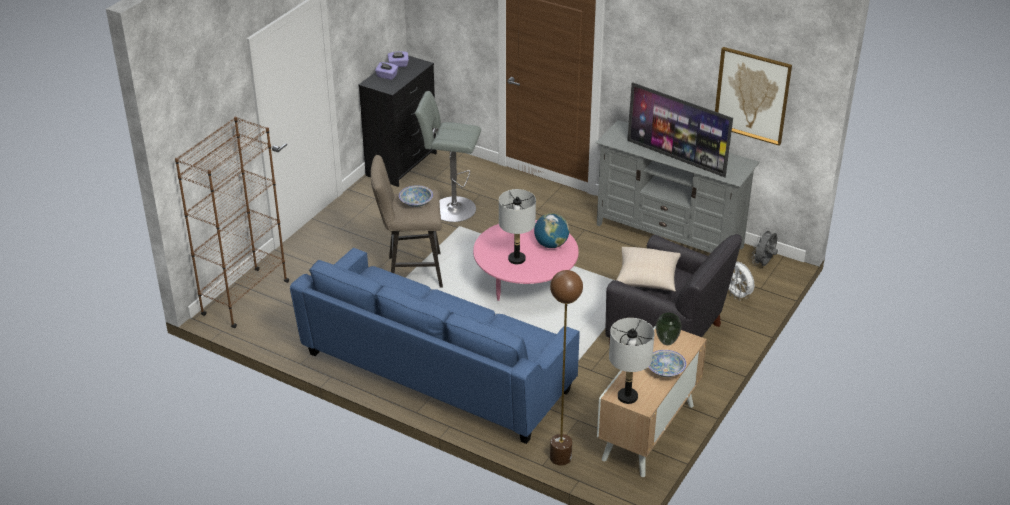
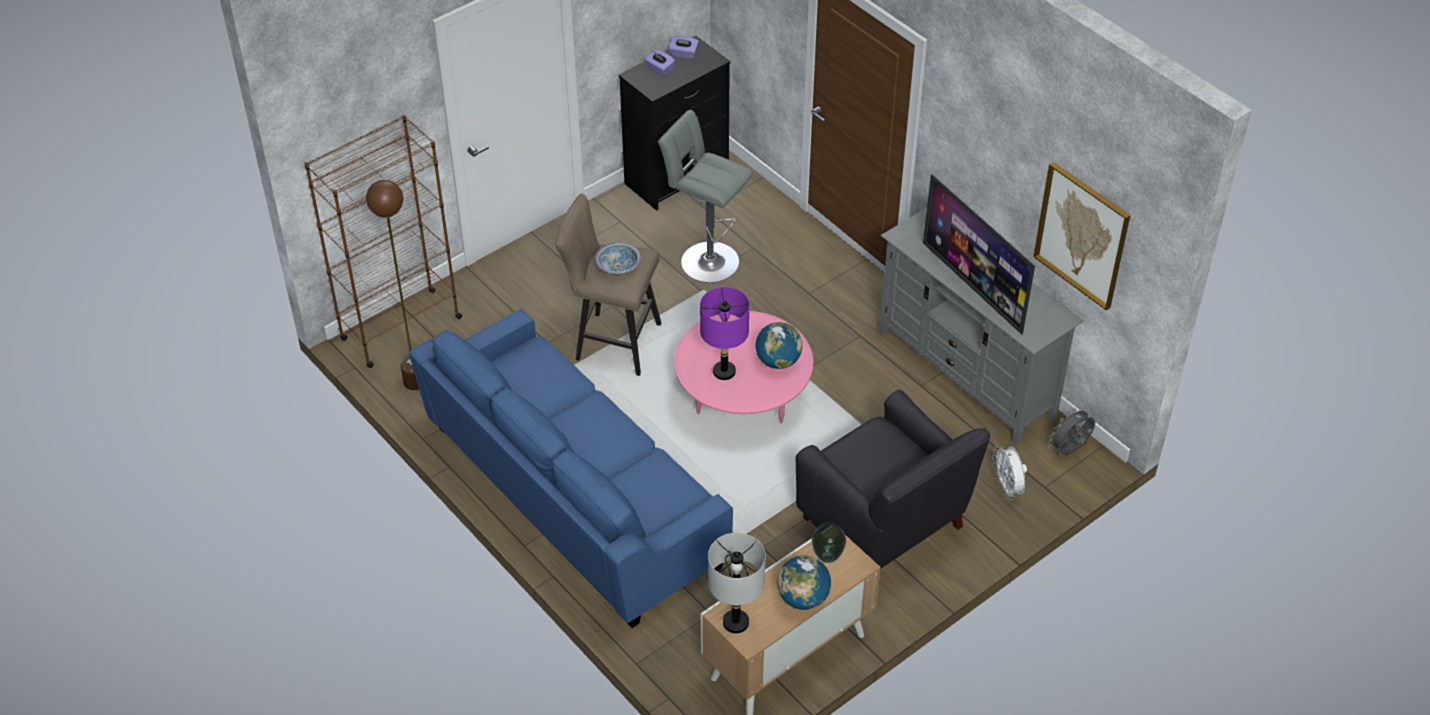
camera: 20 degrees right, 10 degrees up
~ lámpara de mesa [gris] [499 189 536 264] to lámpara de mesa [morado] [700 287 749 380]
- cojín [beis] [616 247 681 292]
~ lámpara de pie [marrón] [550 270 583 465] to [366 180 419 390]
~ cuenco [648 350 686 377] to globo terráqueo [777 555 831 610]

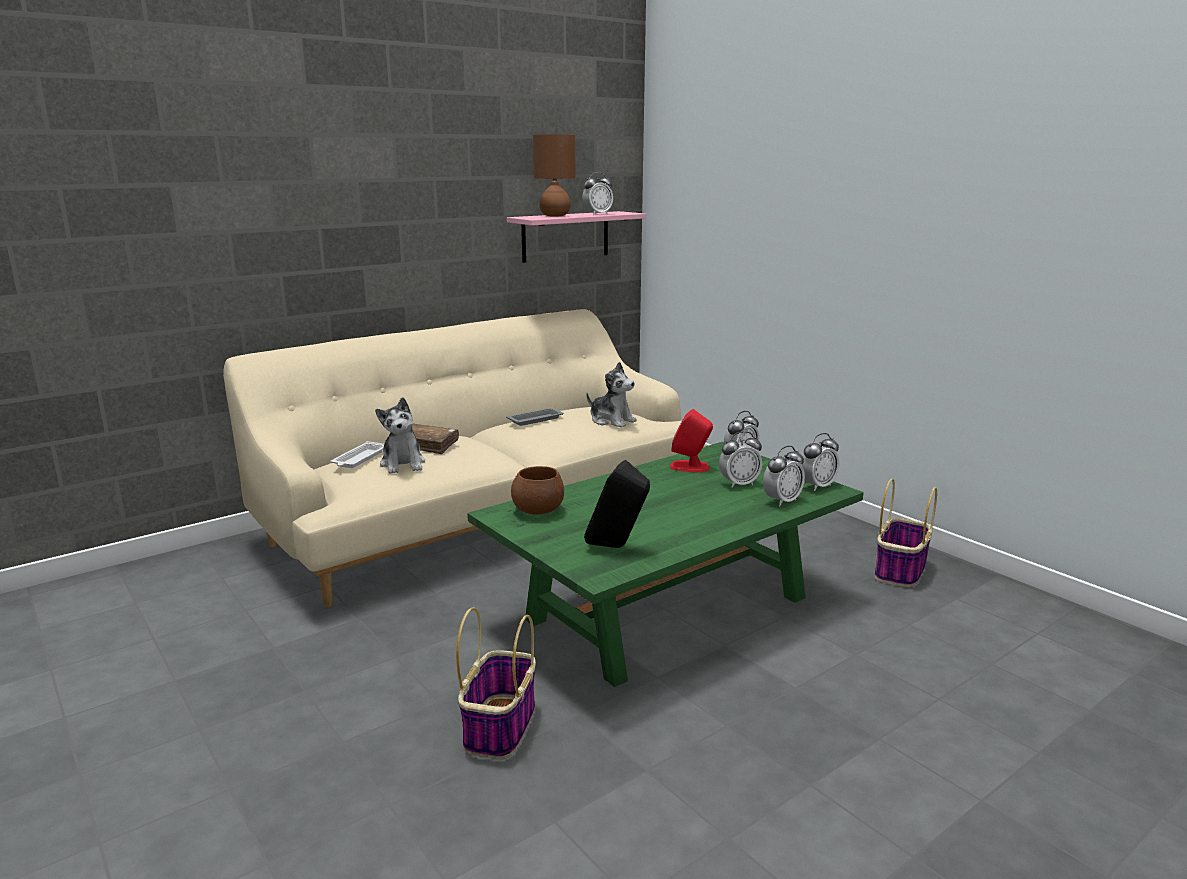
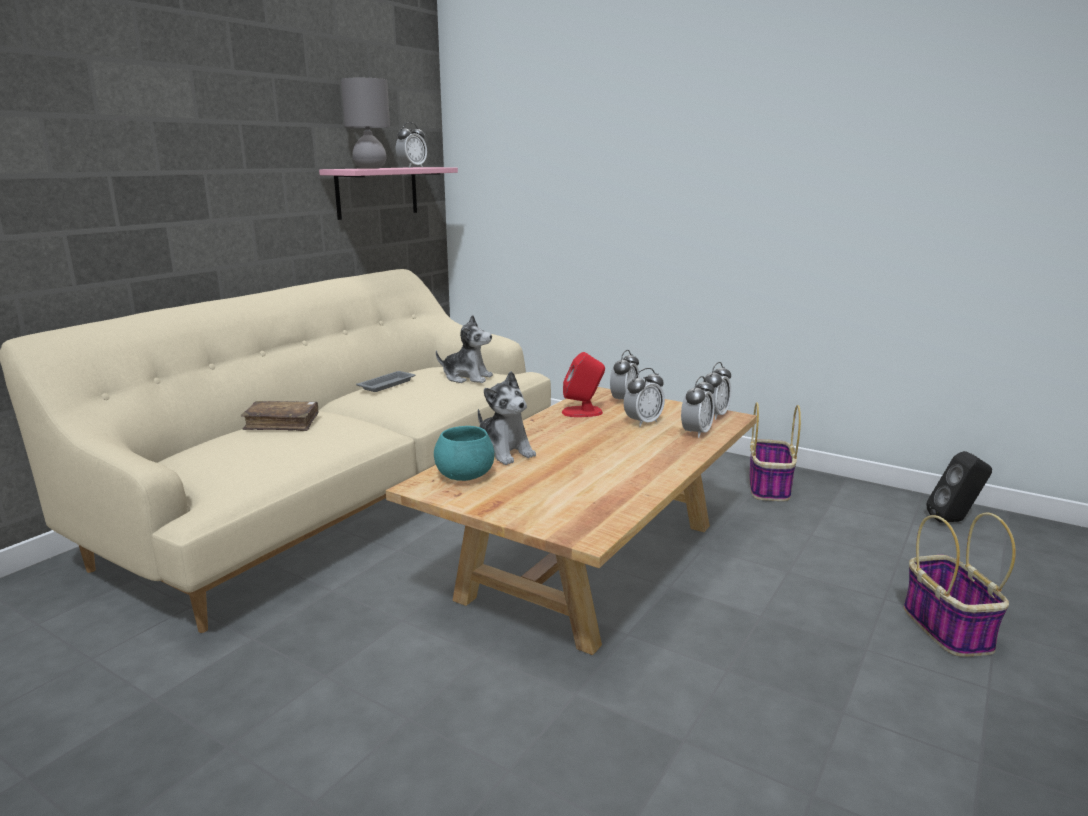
camera: 20 degrees left, 0 degrees up
~ lámpara de mesa [marrón] [533 134 575 216] to lámpara de mesa [gris] [341 78 390 169]
~ peluche [375 397 425 474] to [478 371 536 465]
- bandeja [blanco] [331 441 384 468]
~ mesa de centro [verde] [467 442 864 687] to mesa de centro [beis] [386 387 757 655]
~ altavoz [negro] [584 460 650 548] to [926 451 992 523]
~ cuenco [marrón] [511 466 564 515] to cuenco [turquesa] [434 426 494 481]
~ cesta [456 607 536 759] to [904 513 1016 657]

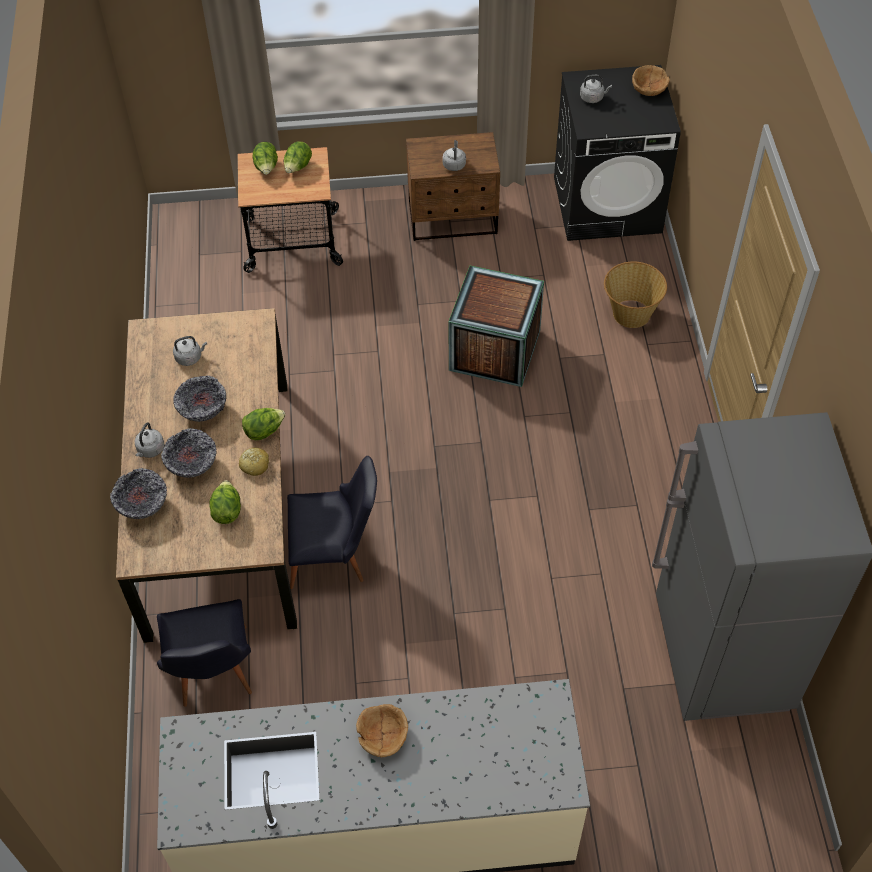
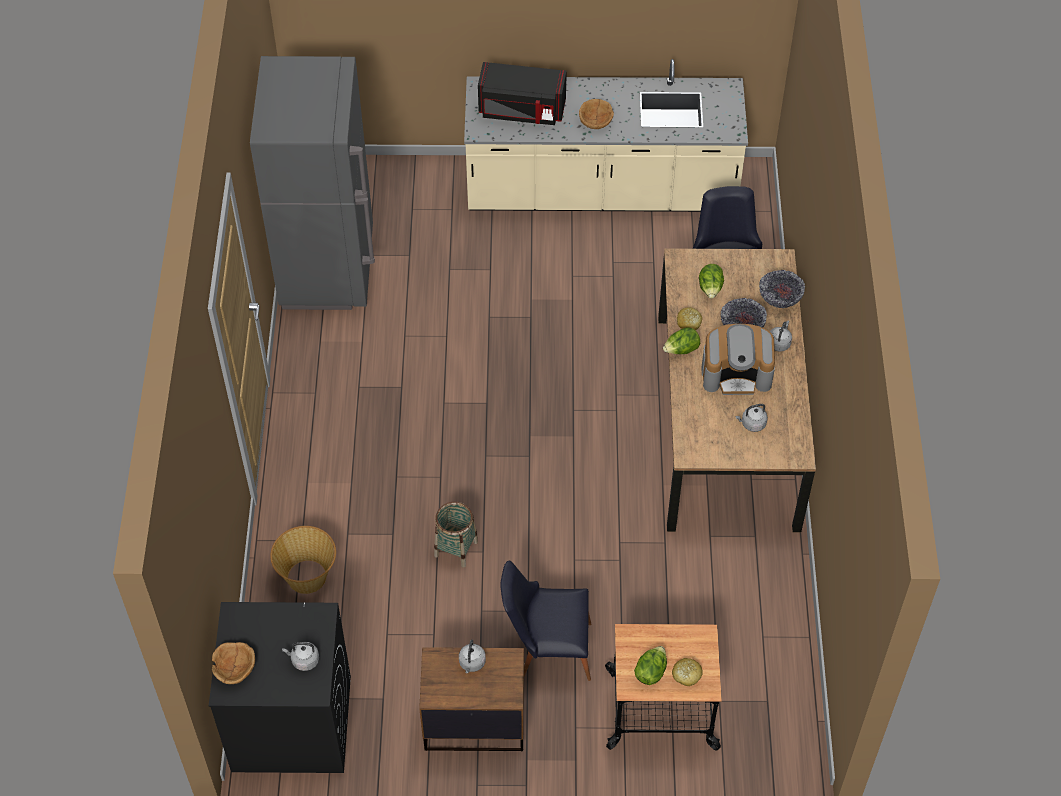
camera: 175 degrees left, 0 degrees up
~ lechuga [253 142 278 175] to pan [672 658 703 686]
~ caja de embalaje [448 266 544 387] to cesta [434 502 478 568]
~ cuenco [173 376 226 422] to cafetera [701 324 775 395]
~ silla [negro] [287 456 377 589] to [500 560 591 681]
+ microondas [negro] [478 62 567 125]

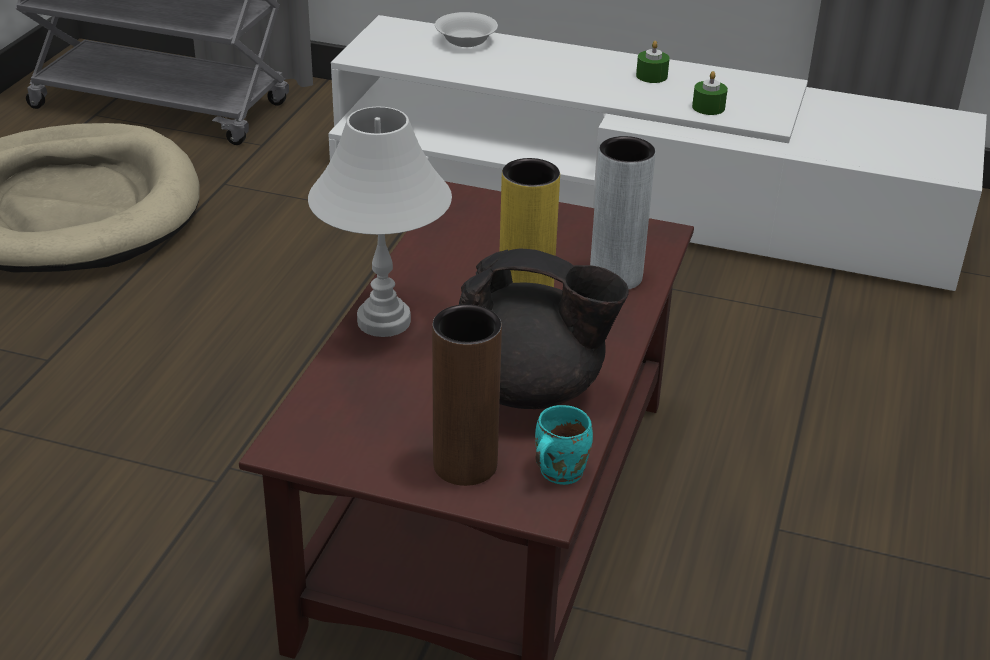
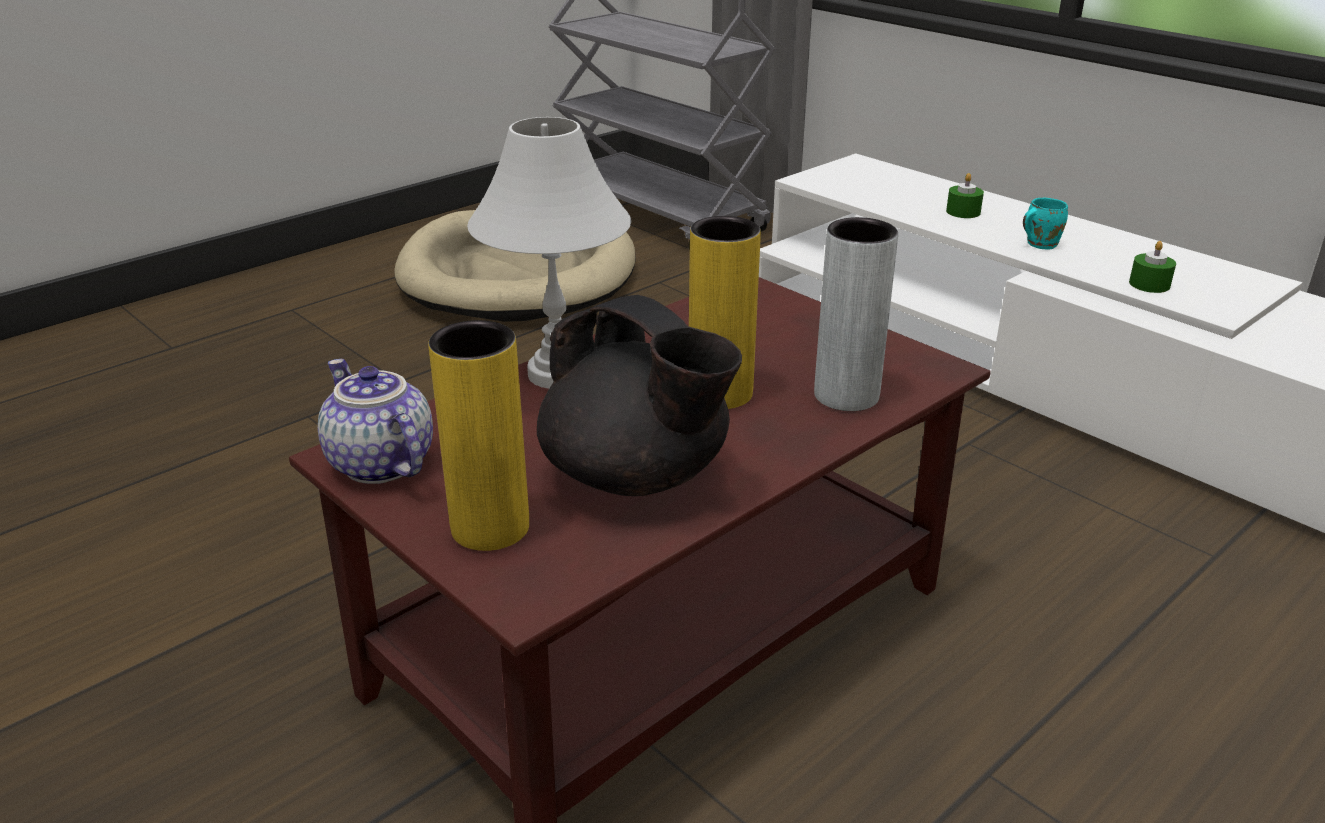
camera: 30 degrees right, 5 degrees down
- cuenco [blanco] [435 12 498 47]
~ vela [verde] [636 41 670 83] to [946 173 984 218]
~ florero [marrón] [432 304 502 486] to florero [amarillo] [428 320 529 551]
~ taza grande [turquesa] [535 405 593 485] to [1023 198 1068 250]
+ tetera [318 359 433 484]

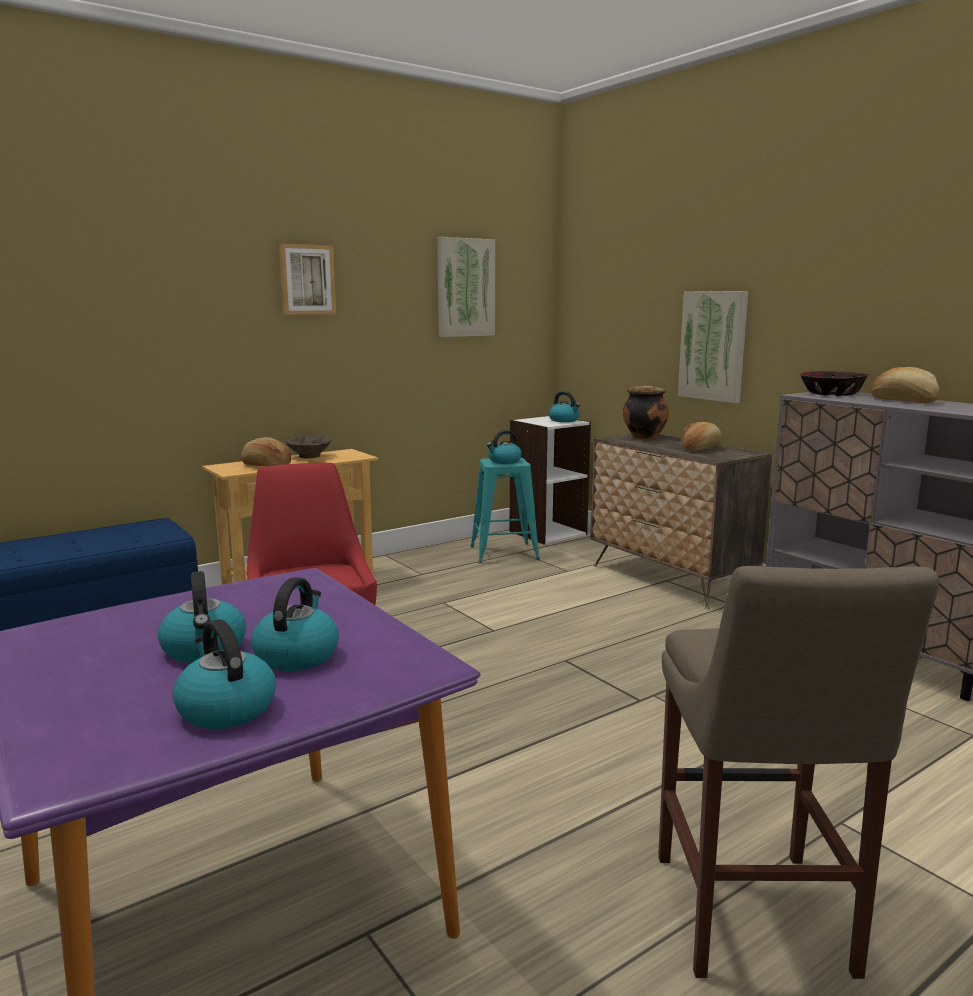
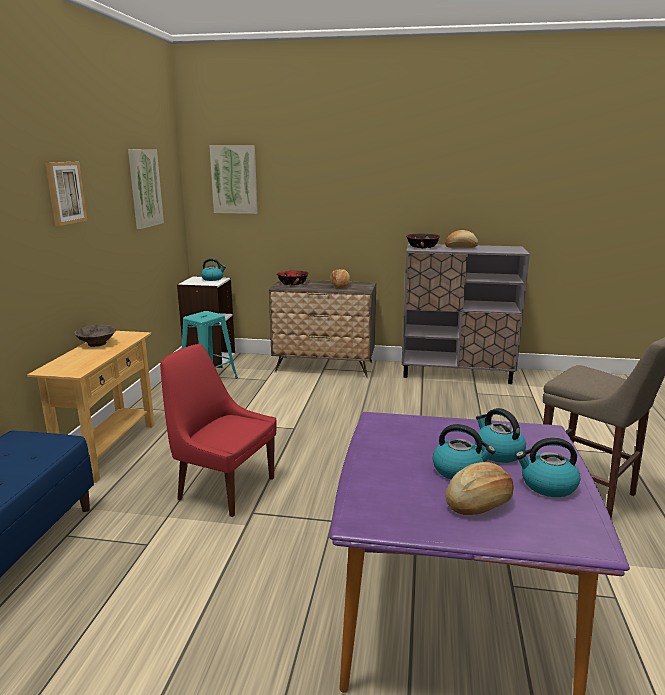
camera: 45 degrees left, 5 degrees up
~ cuadro [678 291 748 403] to [209 145 258 214]
~ olla [623 385 669 439] to cuenco [277 271 309 285]
- hervidor [486 430 522 464]
~ pan [241 437 291 466] to [446 462 514 515]

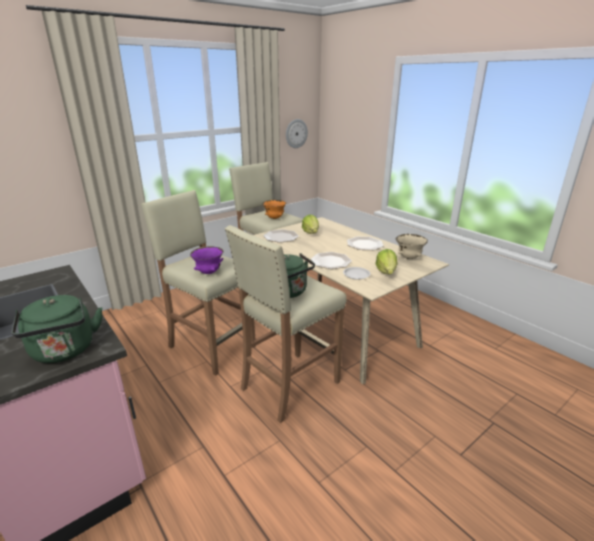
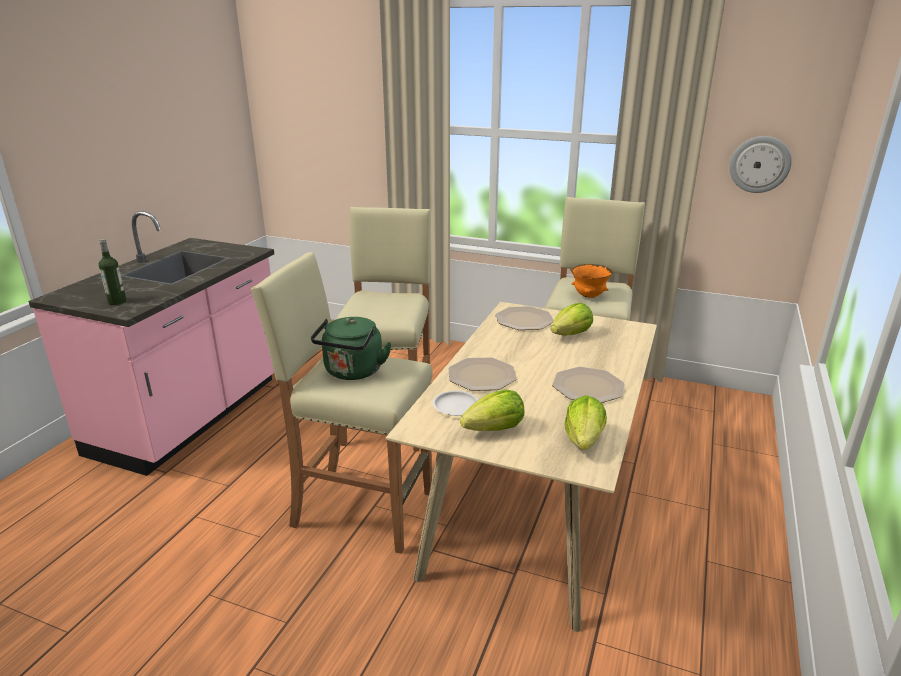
camera: 60 degrees right, 0 degrees up
~ cuenco [beis] [396 234 428 259] to lechuga [565 395 607 450]
- cuenco [morado] [190 246 224 274]
~ hervidor [verde] [12 295 102 363] to botella [99 239 126 305]

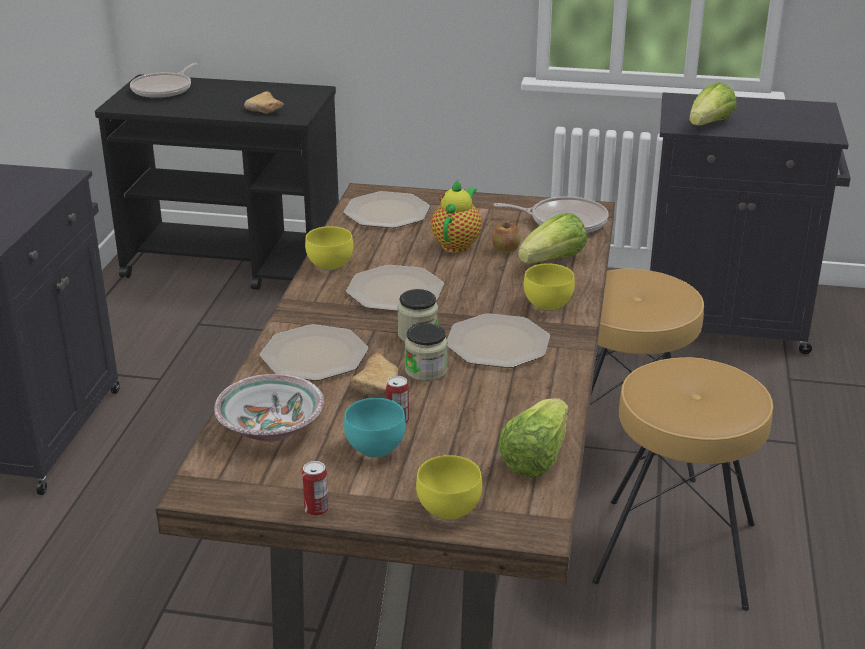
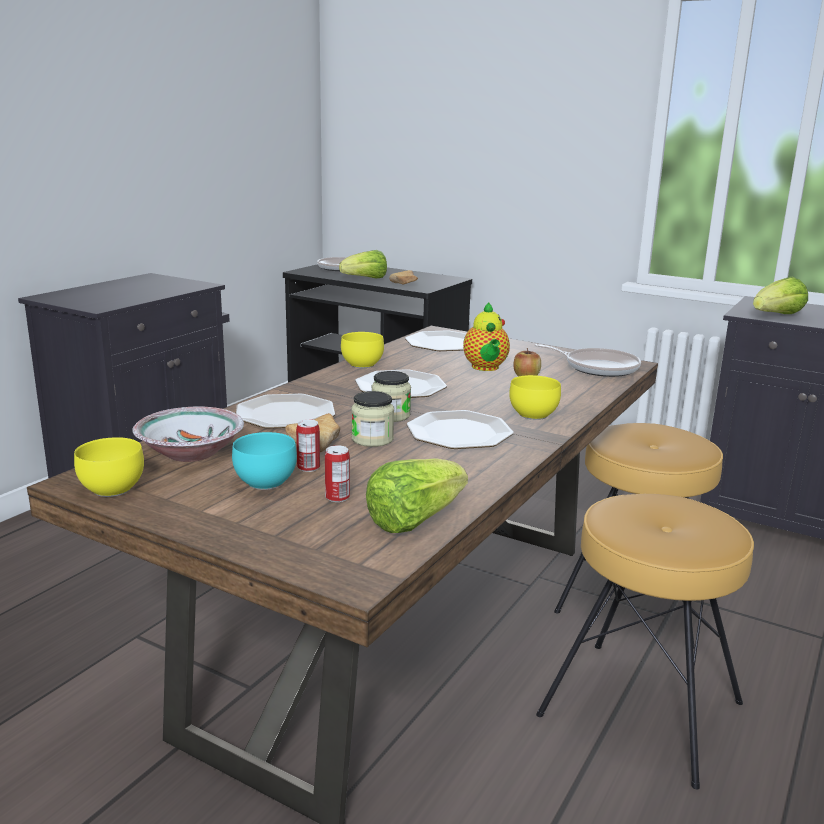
camera: 20 degrees right, 10 degrees down
~ tetera [431 179 482 253] = [463 302 510 371] 135 degrees clockwise
~ lechuga [518 213 587 263] to [339 250 387 278]
~ cuenco [amarillo] [416 455 482 521] to [74 437 144 497]
~ lata [302 461 329 516] to [325 445 350 502]

